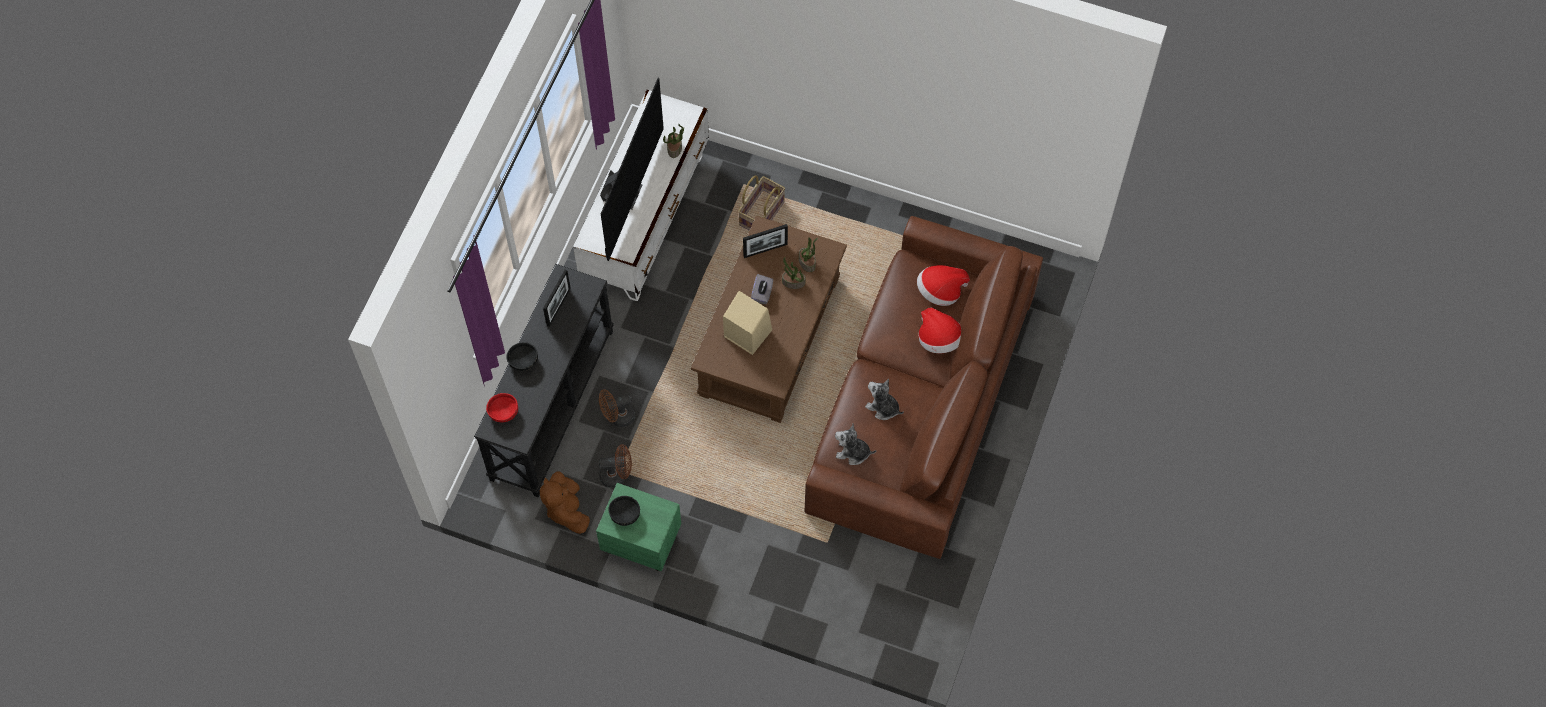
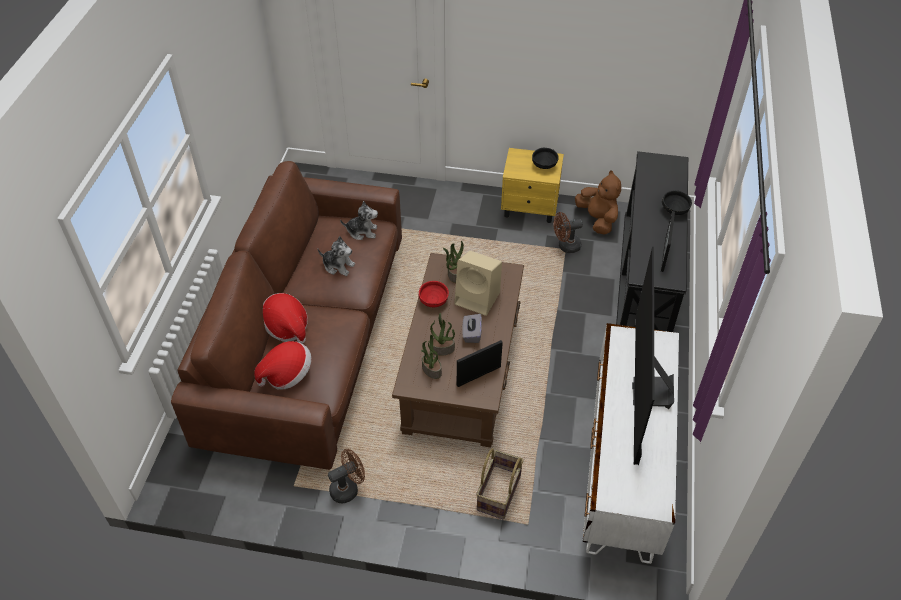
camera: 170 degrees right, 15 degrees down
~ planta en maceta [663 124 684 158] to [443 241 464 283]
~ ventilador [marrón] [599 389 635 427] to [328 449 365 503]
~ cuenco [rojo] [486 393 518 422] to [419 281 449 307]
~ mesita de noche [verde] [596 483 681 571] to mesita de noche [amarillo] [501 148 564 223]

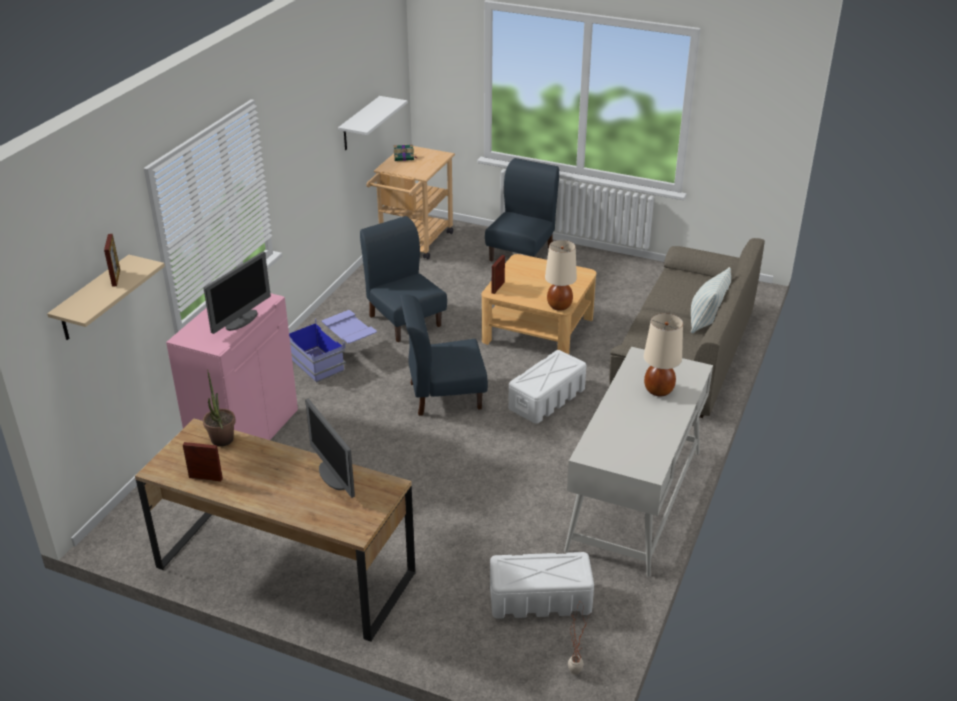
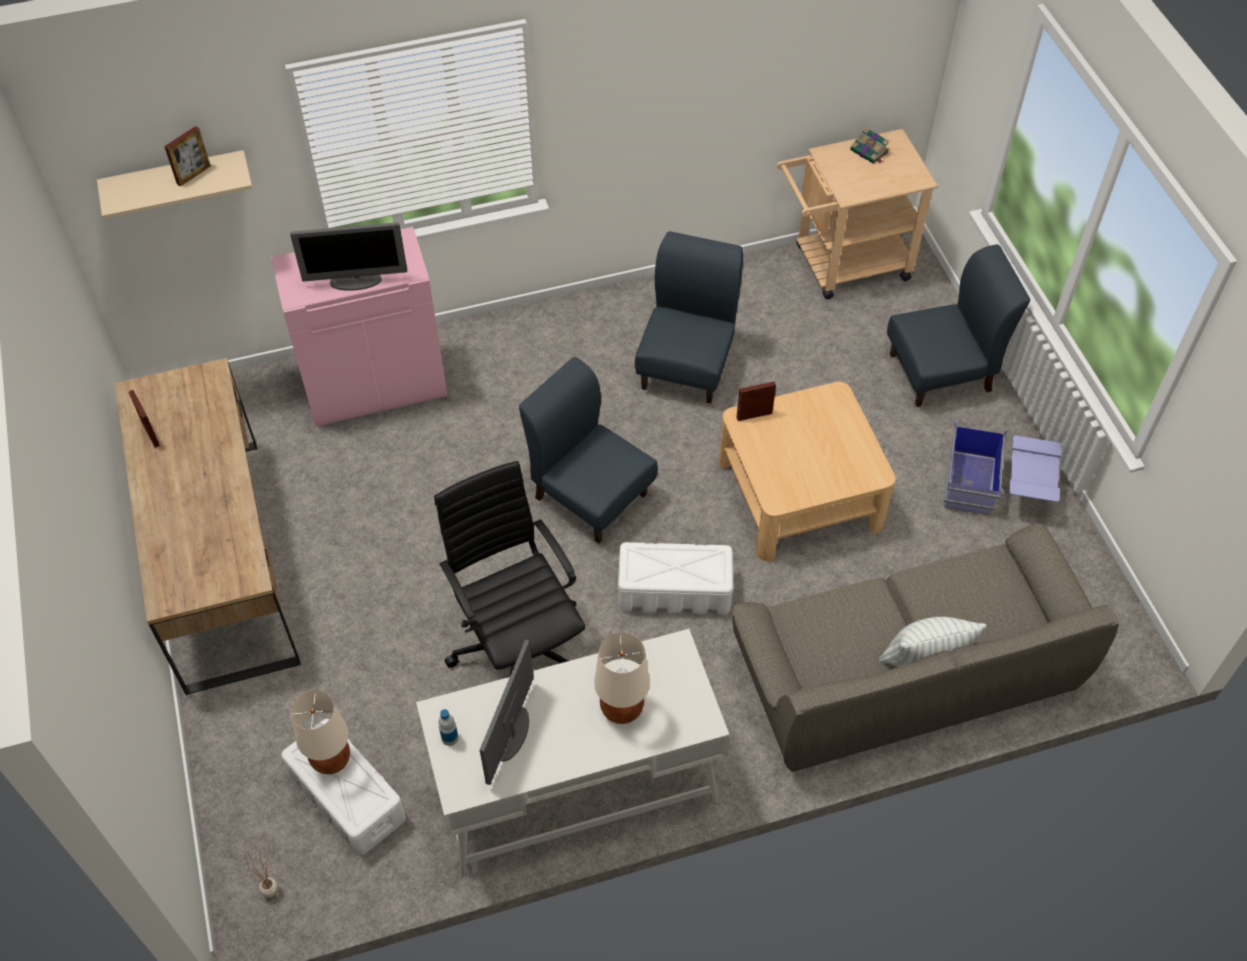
camera: 50 degrees right, 20 degrees up
- estante [blanco] [338 96 408 150]
~ lámpara de mesa [beis] [545 240 577 311] to [290 690 350 774]
~ caja de almacenaje [azul] [289 310 377 383] to [944 420 1061 515]
- planta en maceta [203 369 236 447]
~ monitor [305 398 355 498] to [480 639 534 785]
+ silla de oficina [negro] [434 461 585 675]
+ botella [439 709 458 746]

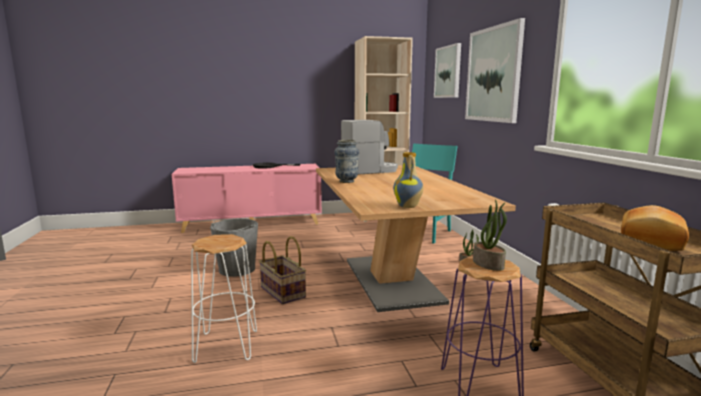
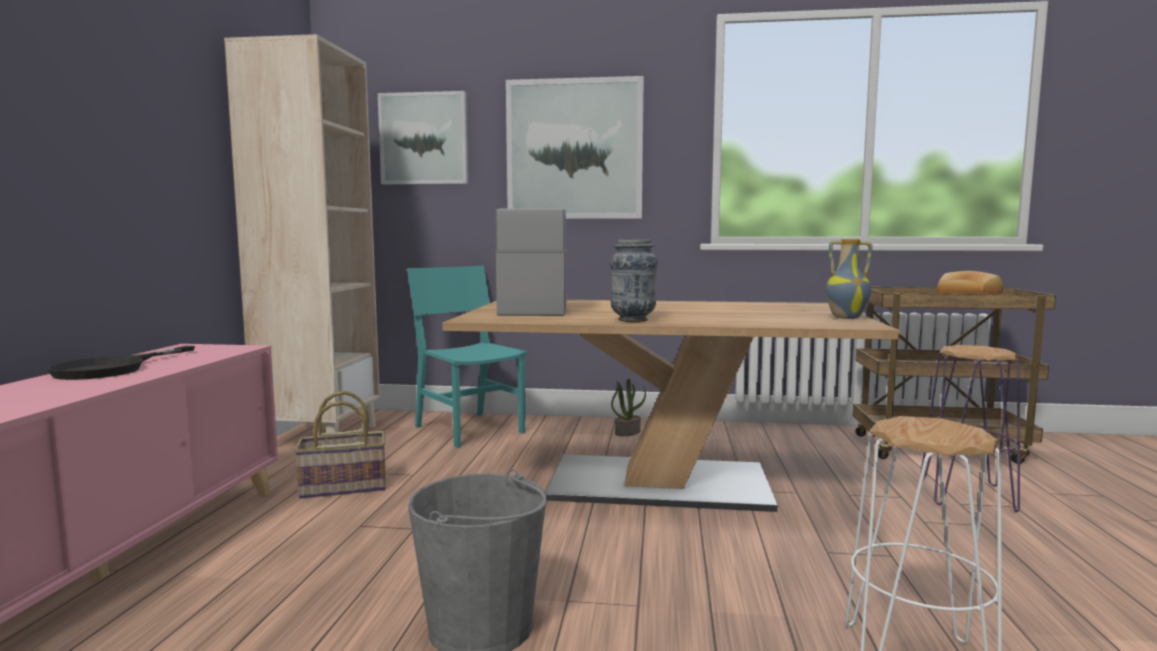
camera: 70 degrees left, 5 degrees down
- planta en maceta [473 199 507 271]
~ cesta [259 236 306 304] to [294 391 386 499]

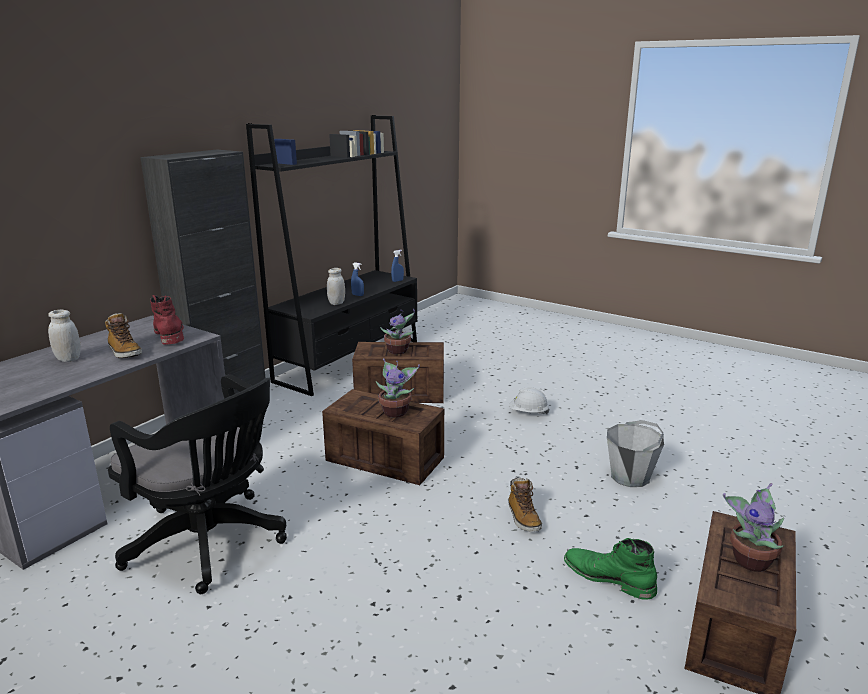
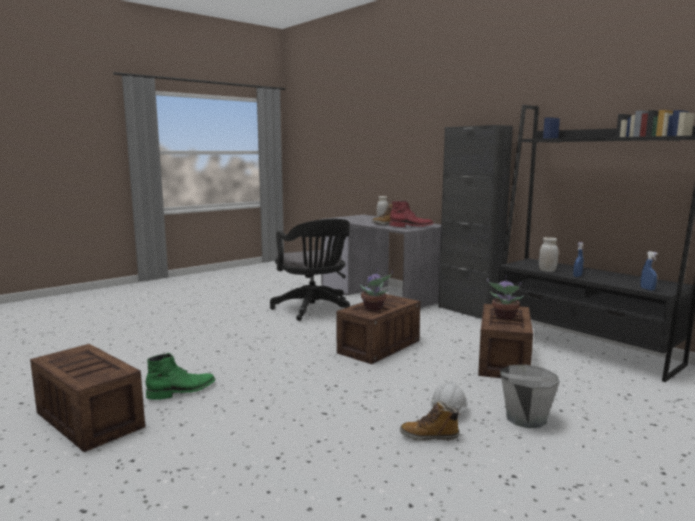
camera: 105 degrees right, 10 degrees down
~ silla de oficina [negro] [108 374 287 594] = [270 219 350 321] 75 degrees counterclockwise
~ cubo [gris] [607 420 664 487] to [500 365 560 428]
~ bota [508 478 542 531] to [400 401 461 441]
- planta en maceta [723 483 784 572]

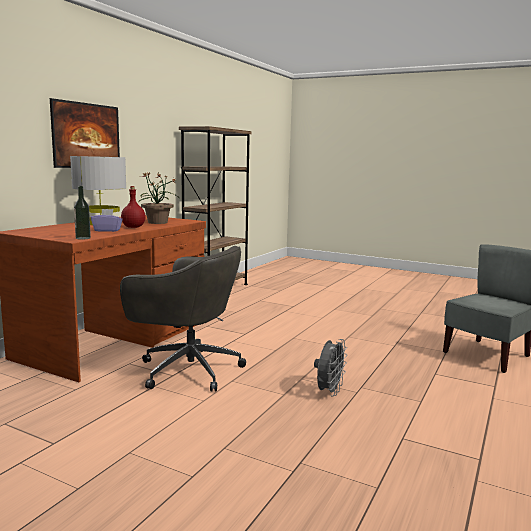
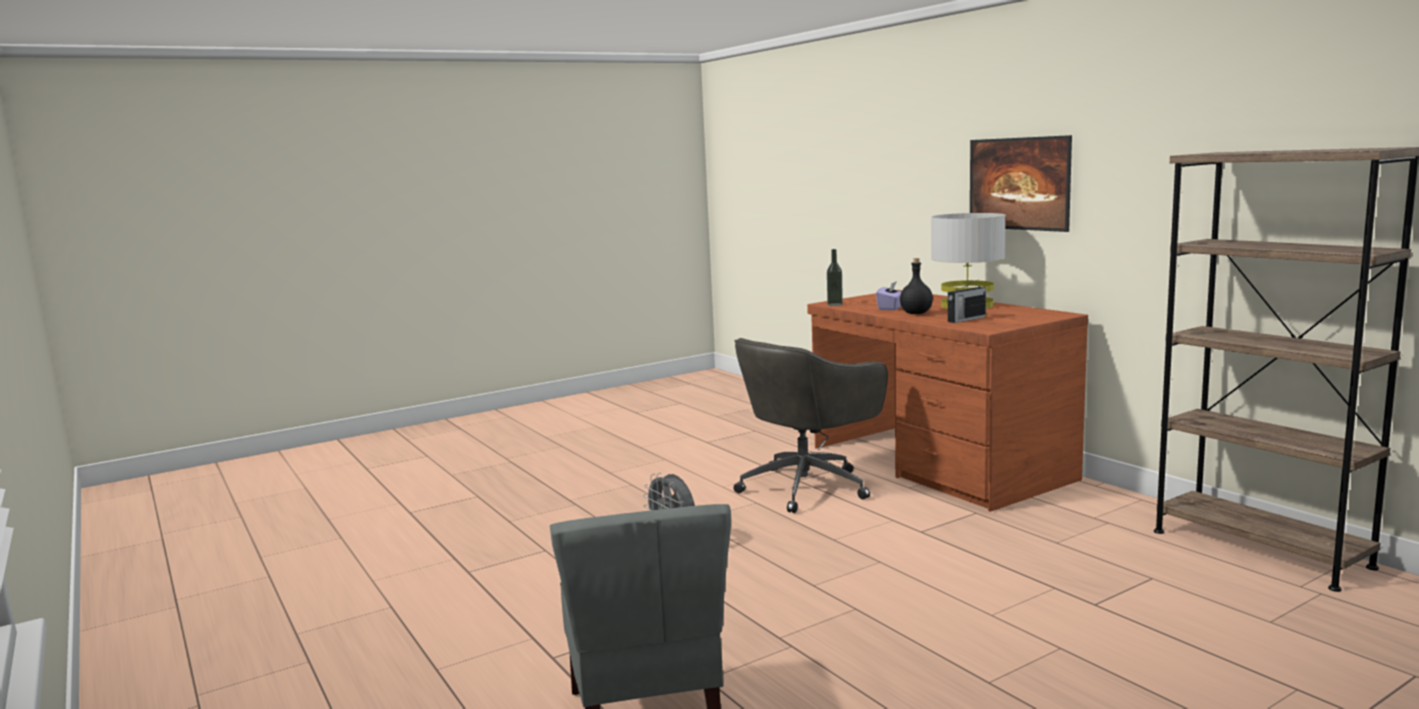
camera: 120 degrees right, 0 degrees up
~ planta en maceta [138 172 177 224] to radio [948 279 986 323]
~ botella [rojo] [121 186 146 228] to botella [negro] [900 258 933 314]

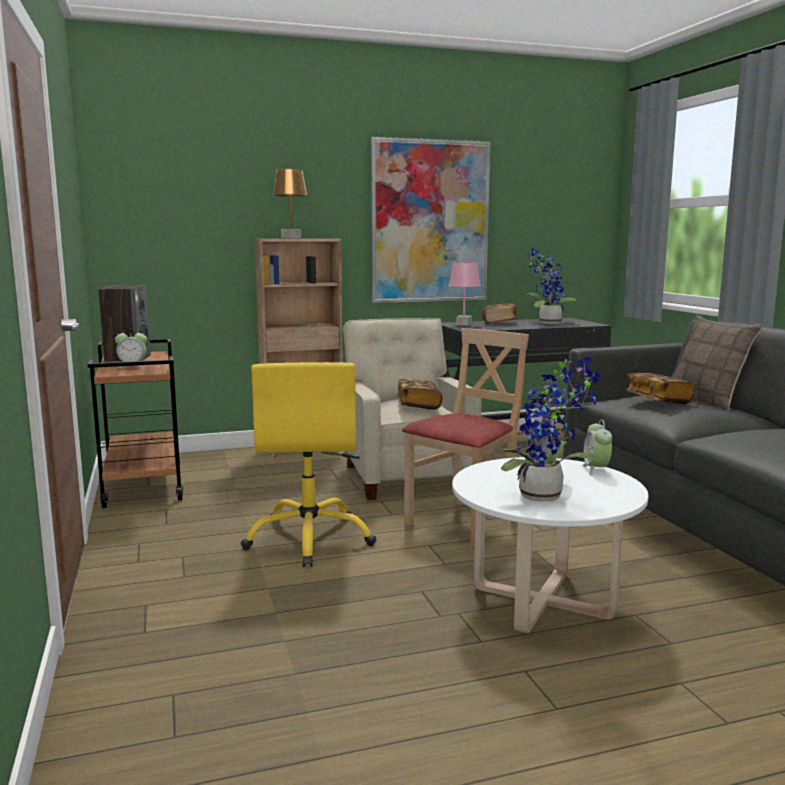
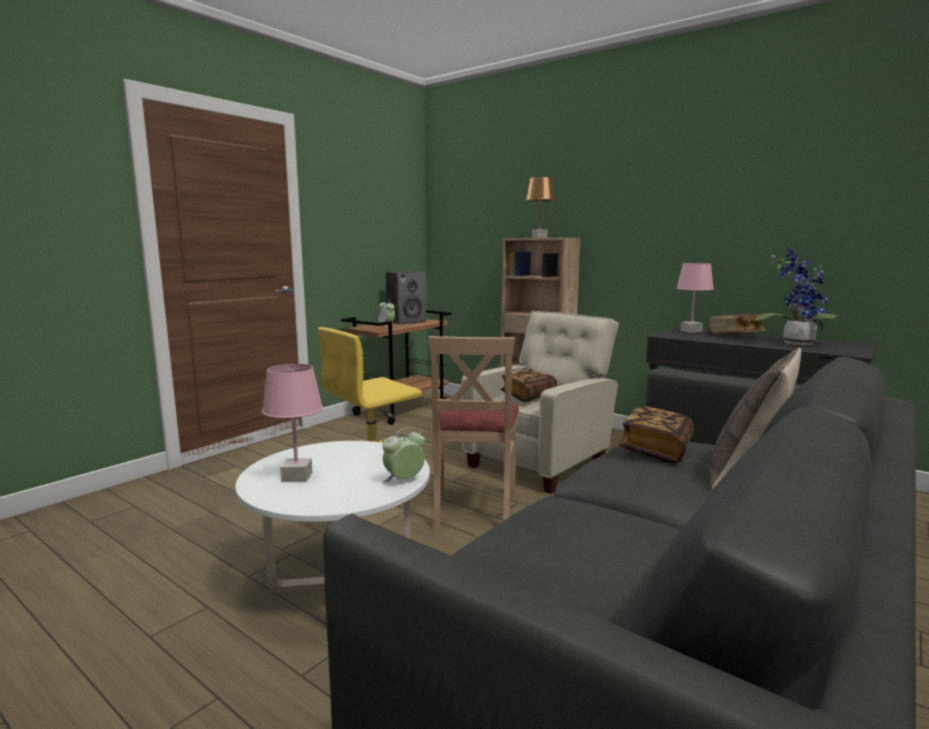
camera: 55 degrees right, 0 degrees up
- cuadro [371 137 490 303]
~ silla [beis] [402 328 529 547] = [428 336 519 530] 90 degrees clockwise
~ planta en maceta [495 357 604 501] to lámpara de mesa [rosa] [262 364 323 482]

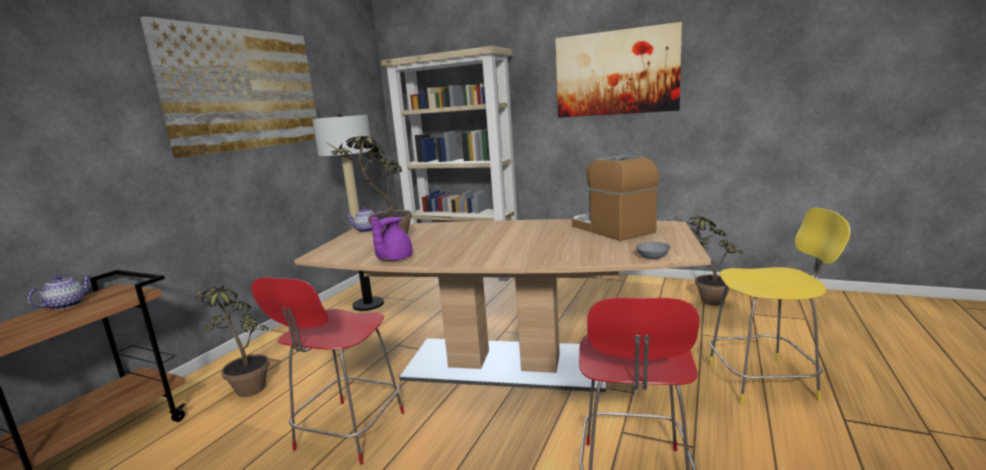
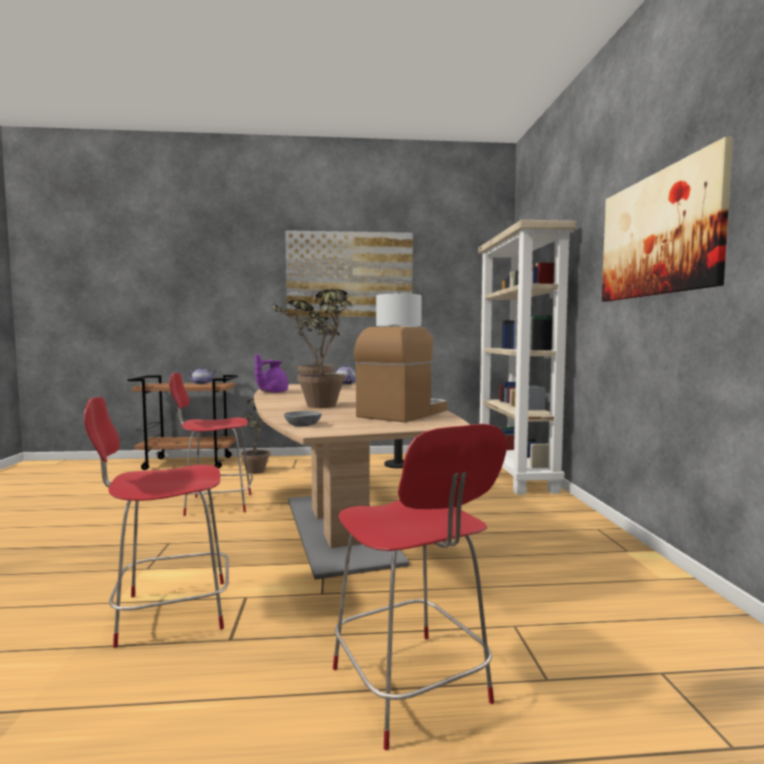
camera: 60 degrees right, 10 degrees down
~ silla [amarillo] [709 208 851 404] to silla [rojo] [333 424 507 750]
~ planta en maceta [674 214 743 306] to [297 289 353 408]
~ tetera [morado] [371 216 412 261] = [255 354 288 393] 45 degrees counterclockwise

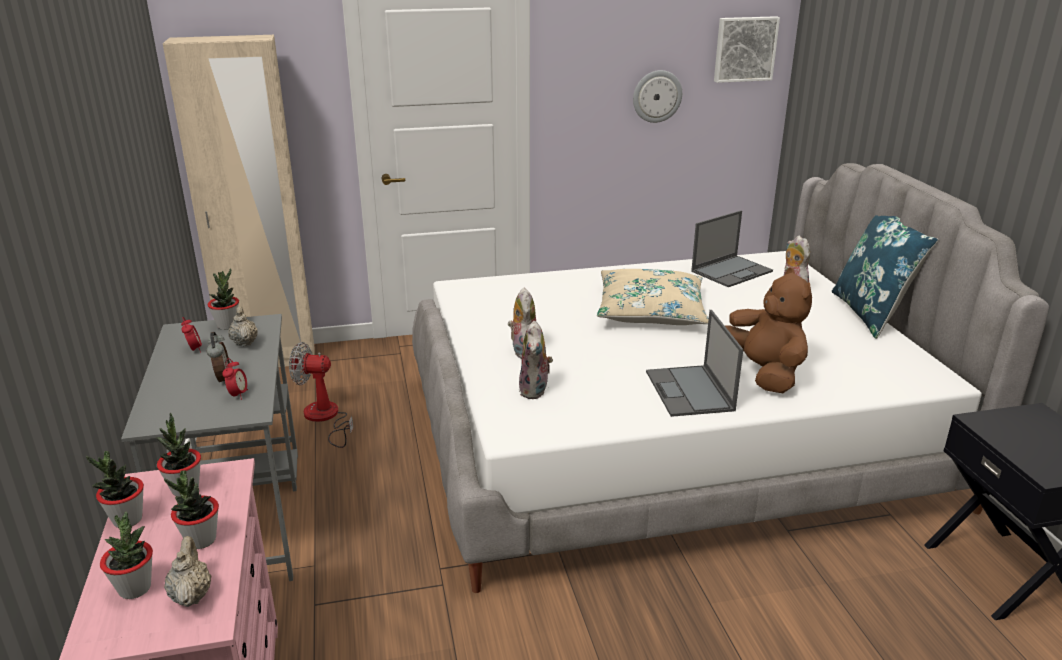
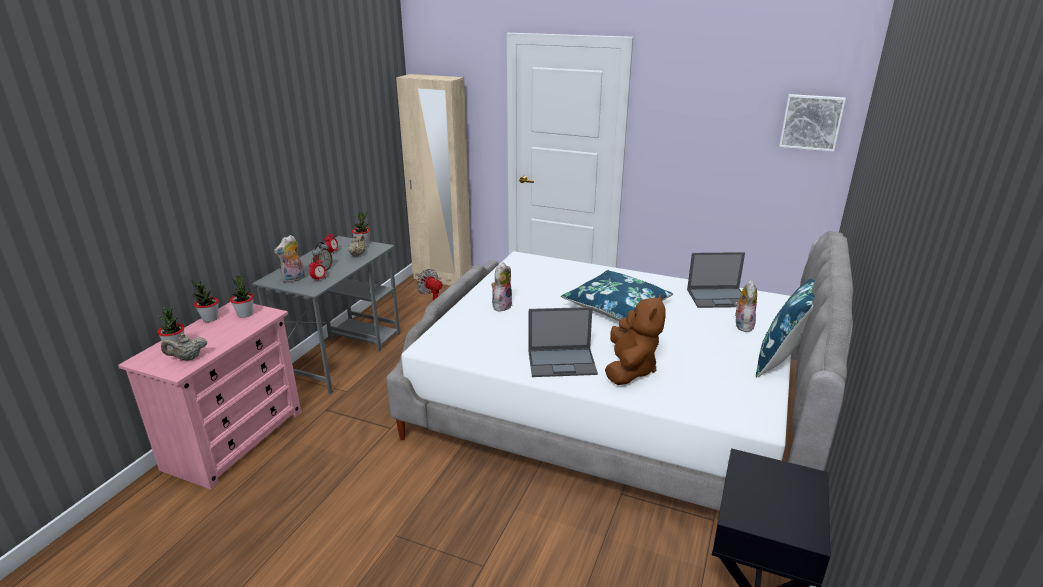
camera: 35 degrees right, 0 degrees up
- reloj de pared [633 70 682 123]
~ cojín [beis] [597 269 709 325] to cojín [azul] [561 270 673 321]
~ portátil [646 310 743 417] = [528 307 598 377] 120 degrees counterclockwise
~ peluche [519 321 553 399] to [274 235 305 283]
- planta en maceta [164 470 219 549]
~ tetera [beis] [164 536 211 607] = [161 334 207 361] 135 degrees counterclockwise

